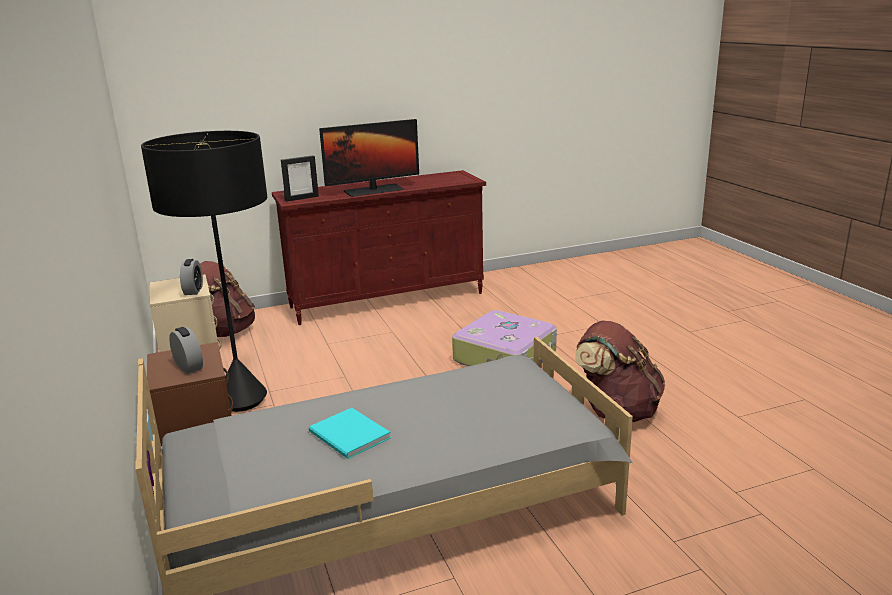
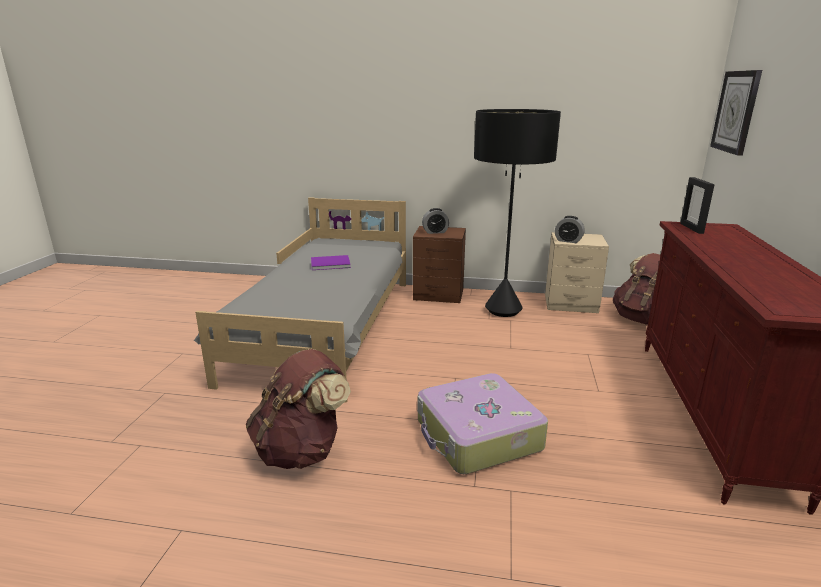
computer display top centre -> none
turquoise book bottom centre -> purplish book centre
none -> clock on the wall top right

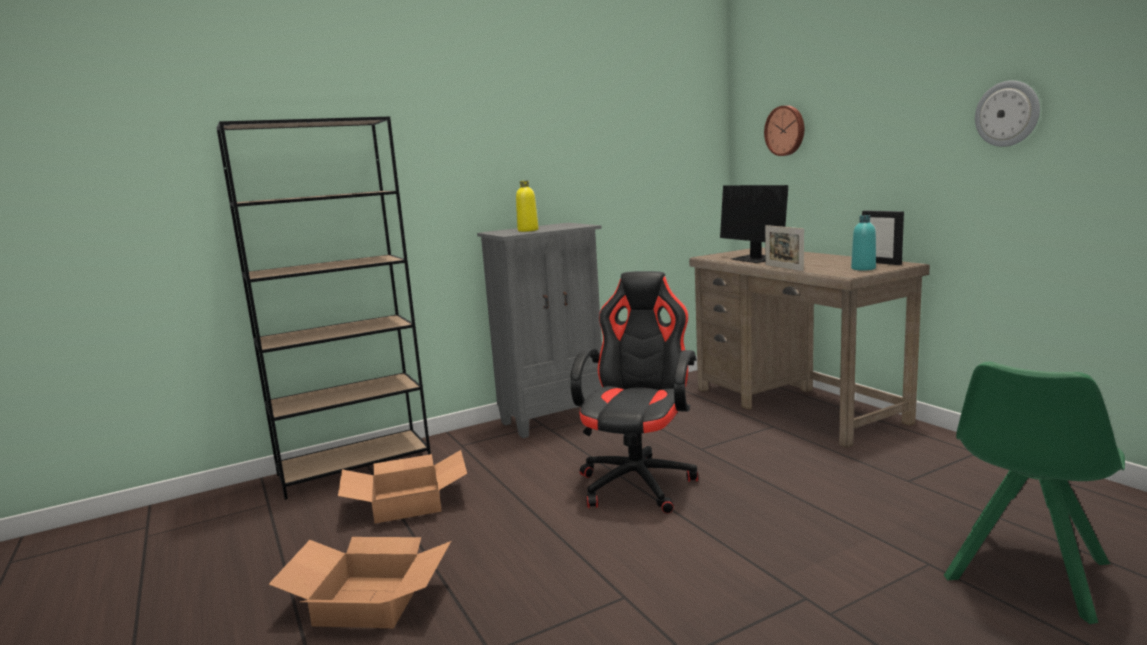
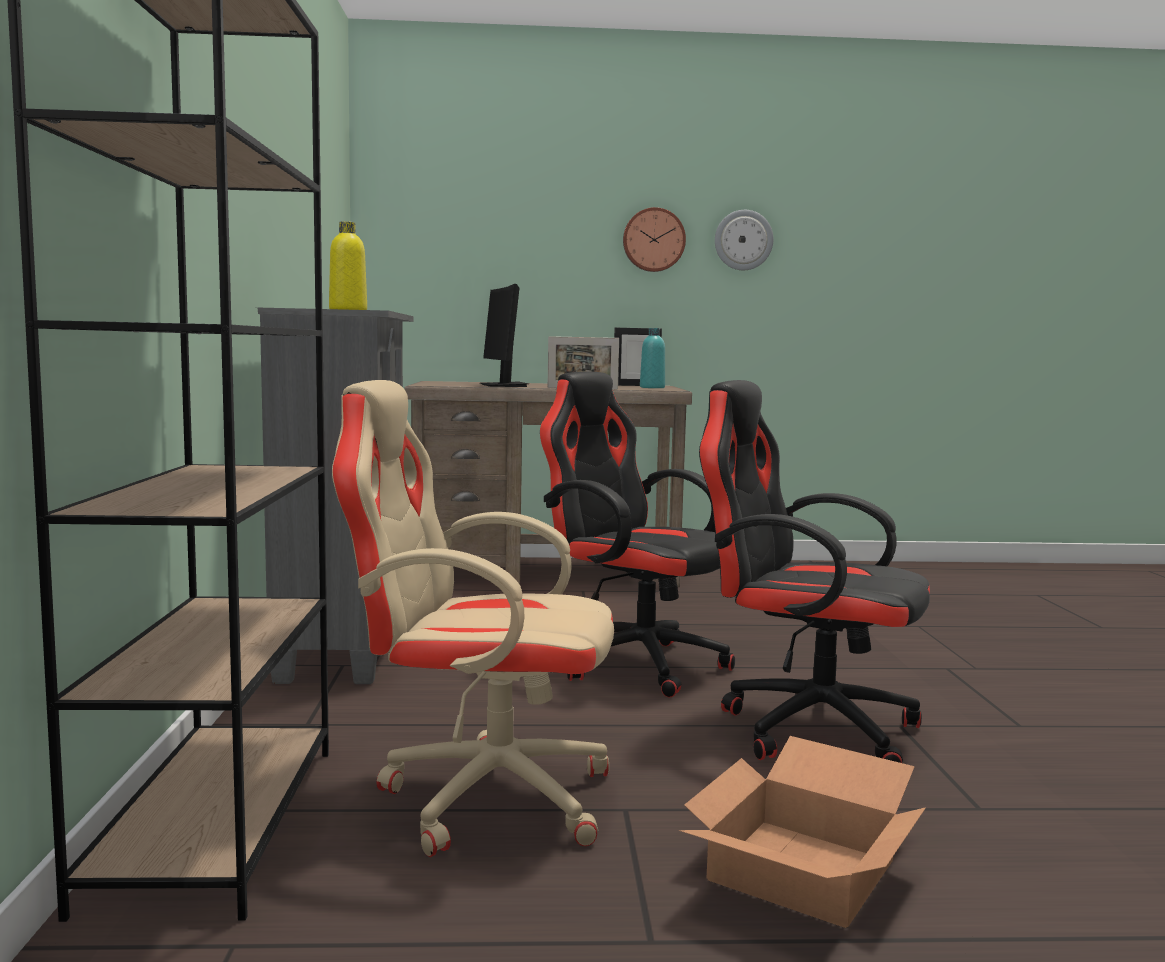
clock on the wall (no. 1 from left) top right -> clock on the wall (no. 1 from left) top centre, relocated
computer display centre, 75 degrees clockwise
greenish upright chair bottom right -> none
cardboard box (no. 2 from left) bottom centre -> sand-coloured desk chair centre
none -> blackish desk chair (no. 2 from left) middle right

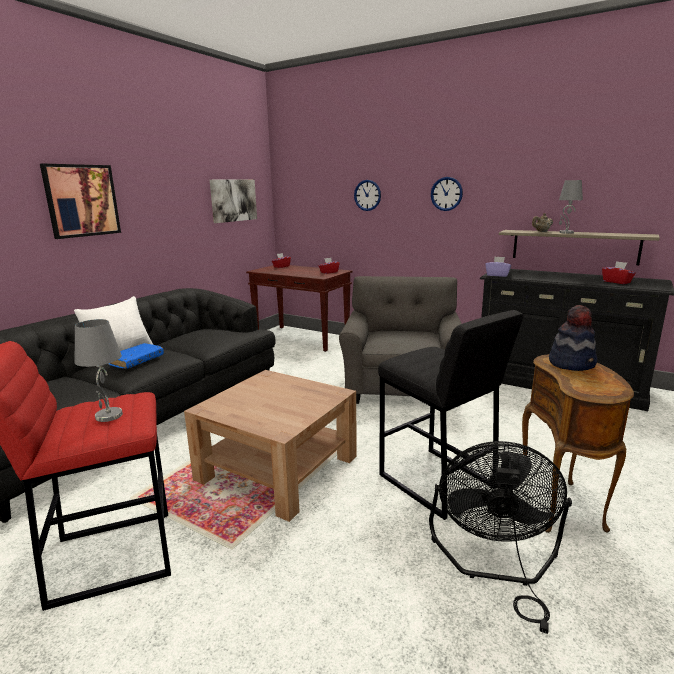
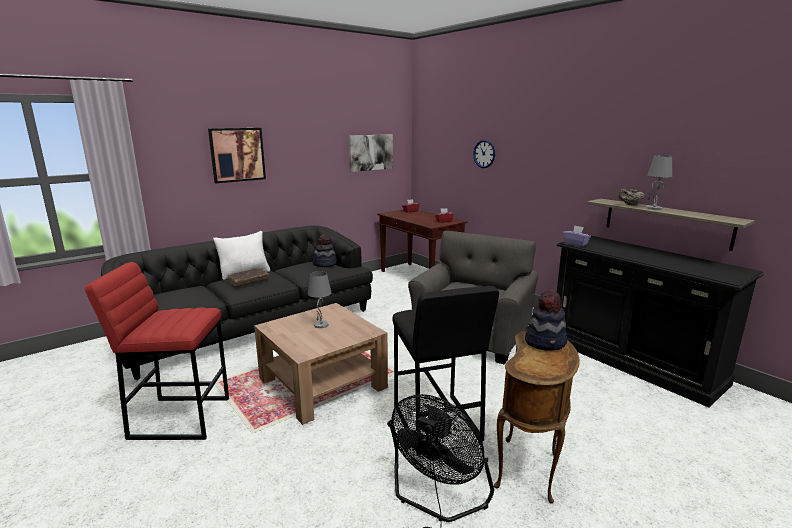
clock on the wall (no. 2 from left) top centre -> none
reddish tissue holder (no. 3 from left) middle right -> none
gray tabletop lamp (no. 1 from left) middle left -> gray tabletop lamp (no. 1 from left) centre, relocated
blue-coloured book middle left -> brown book middle left
none -> clothing hat (no. 1 from left) centre

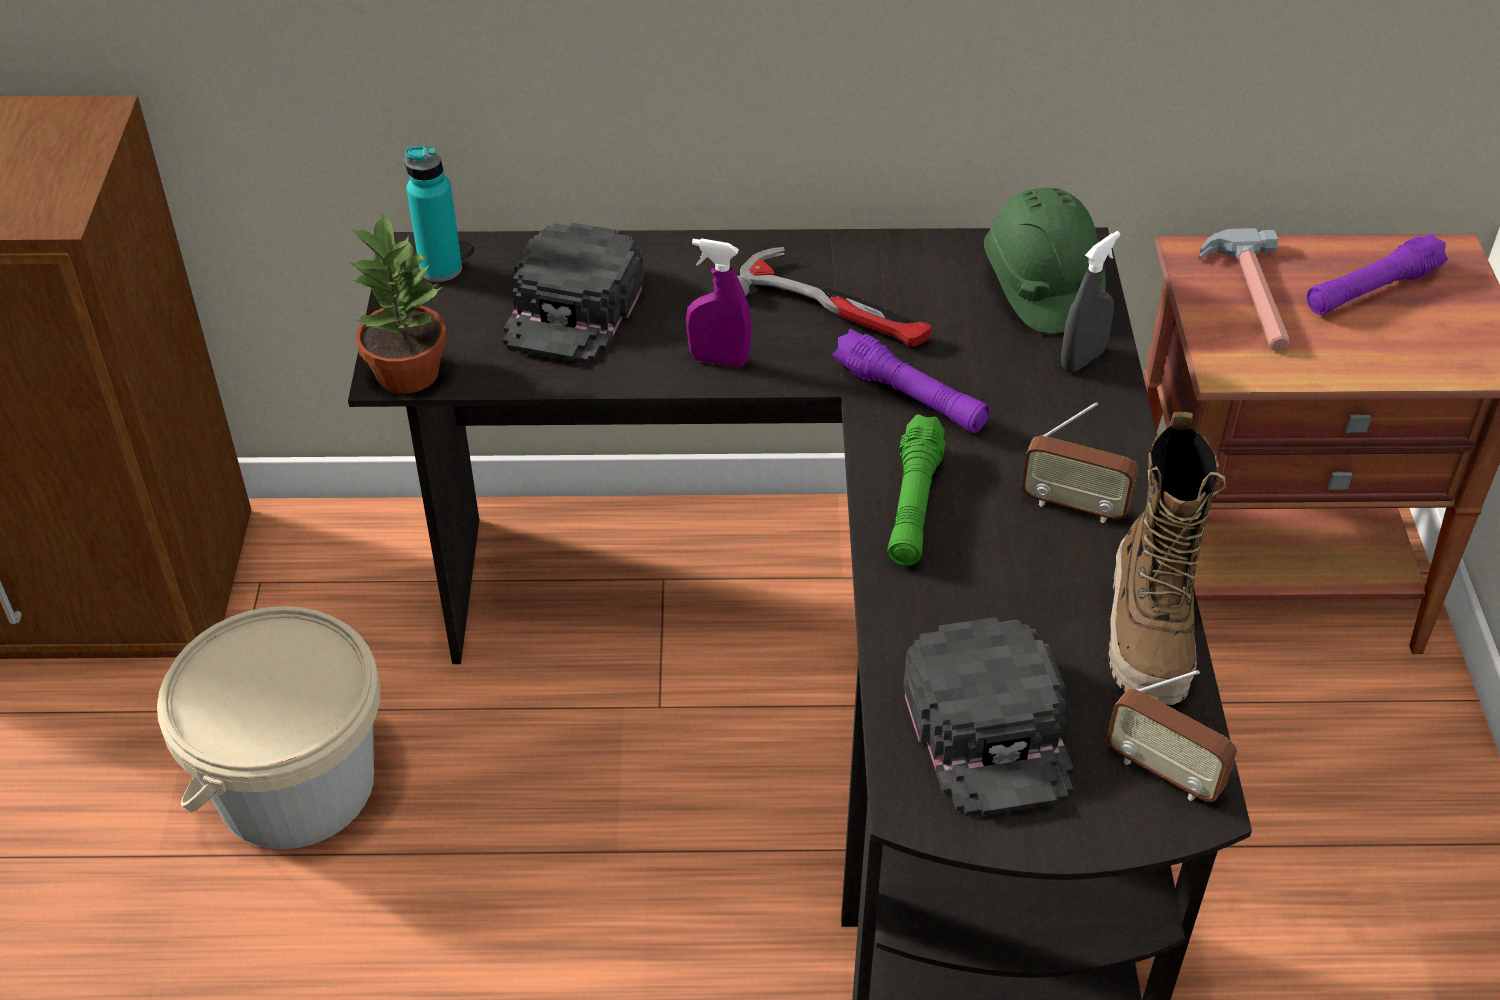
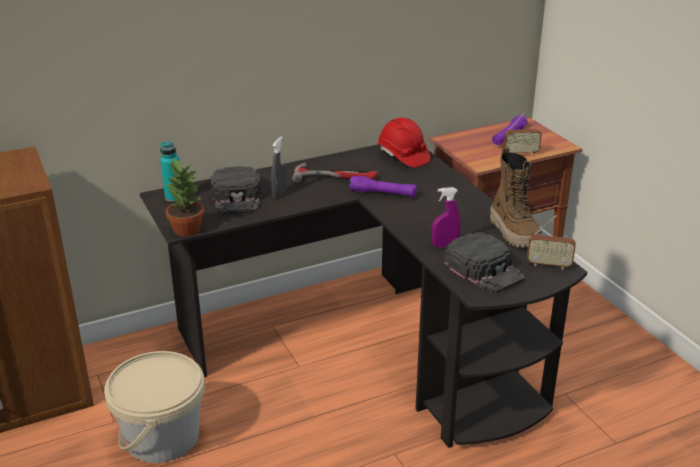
greenish hard hat top right -> reddish hard hat top centre
tool hammer (no. 2 from left) top right -> none
gray sprayer top right -> gray sprayer centre, relocated
purplish sprayer top centre -> purplish sprayer centre, relocated
radio set (no. 1 from left) middle right -> radio set (no. 1 from left) top right, relocated
greenish hand torch centre -> none

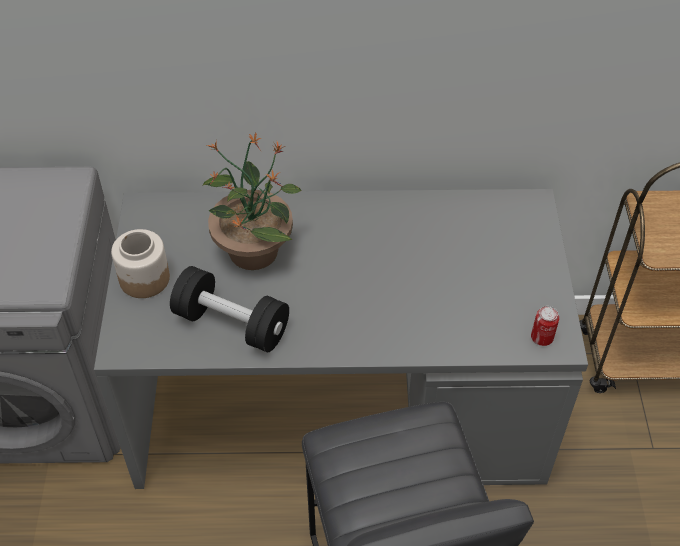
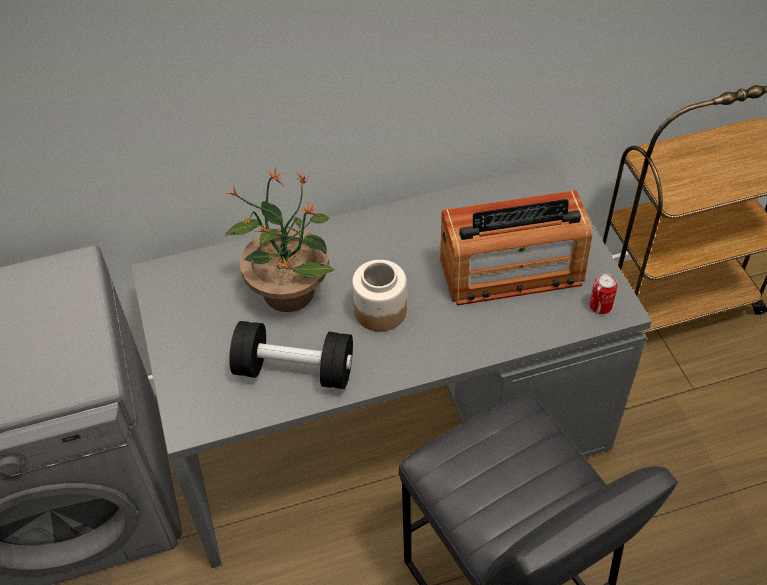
storage jar middle left -> storage jar centre, relocated
none -> radio set middle right

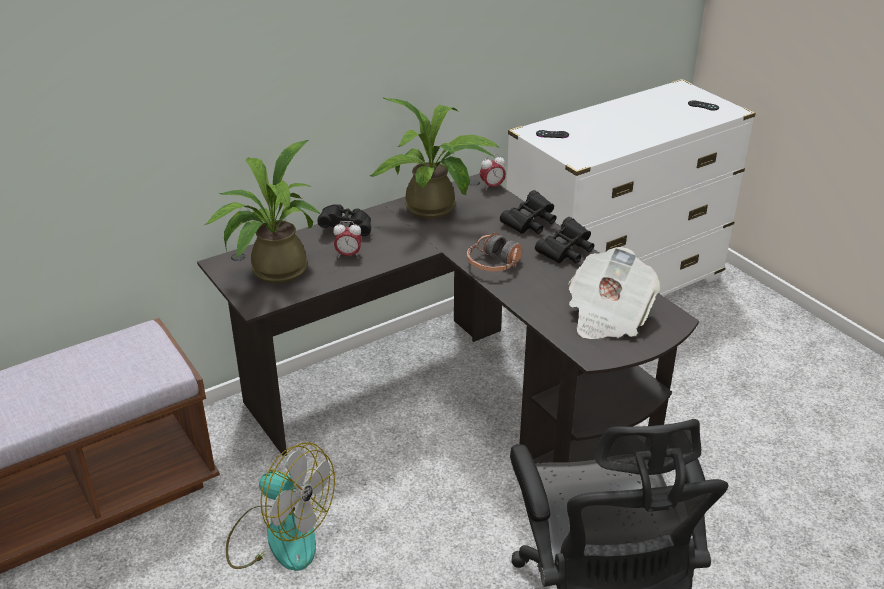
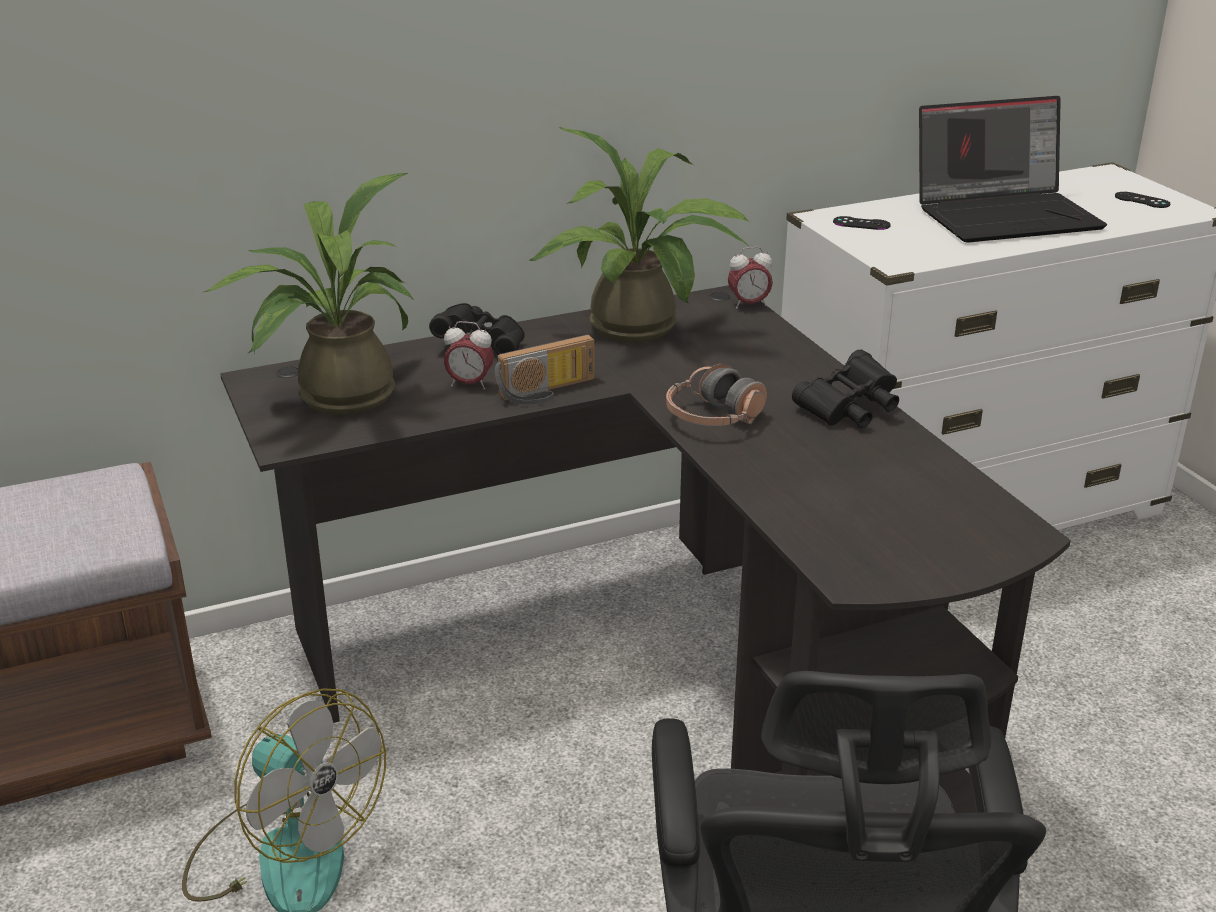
blackish pair of binoculars (no. 2 from left) centre -> none
daily paper middle right -> none
none -> notebook computer top right
none -> radio set centre

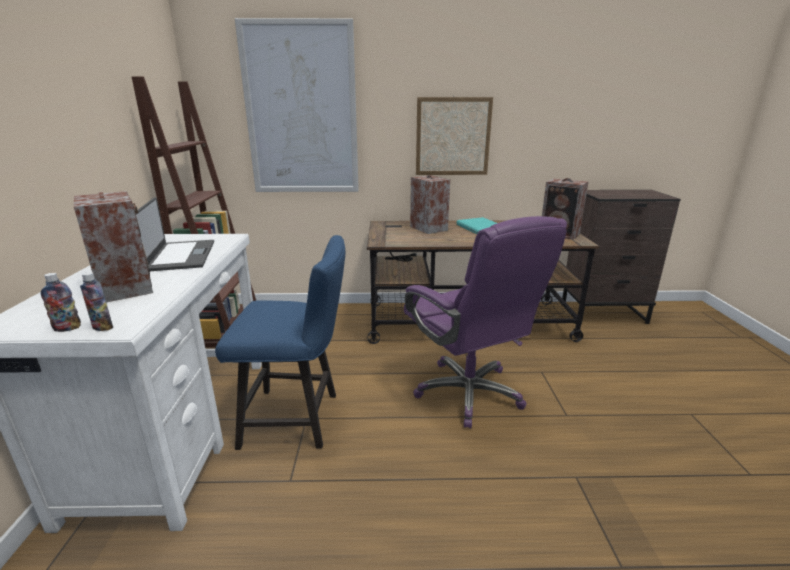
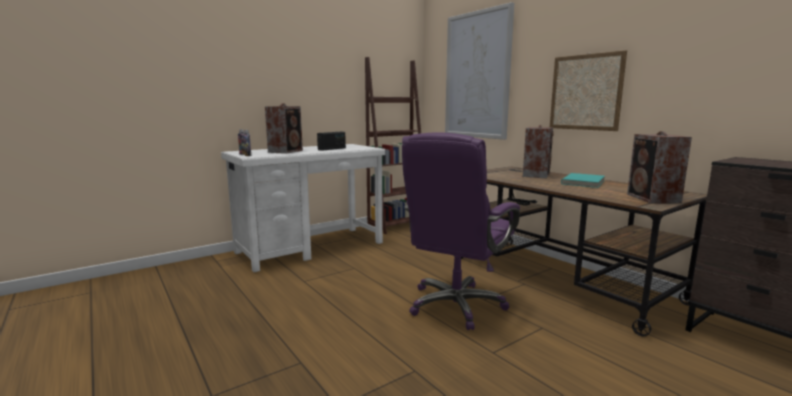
notebook computer middle left -> radio set centre
blue-coloured upright chair centre -> none

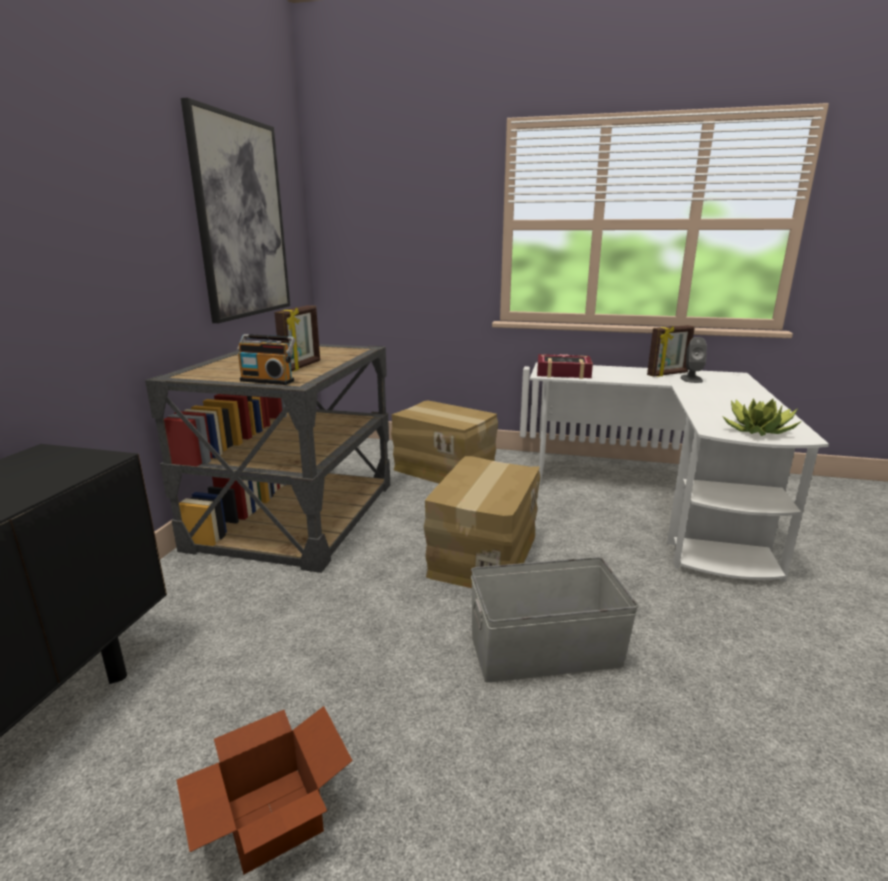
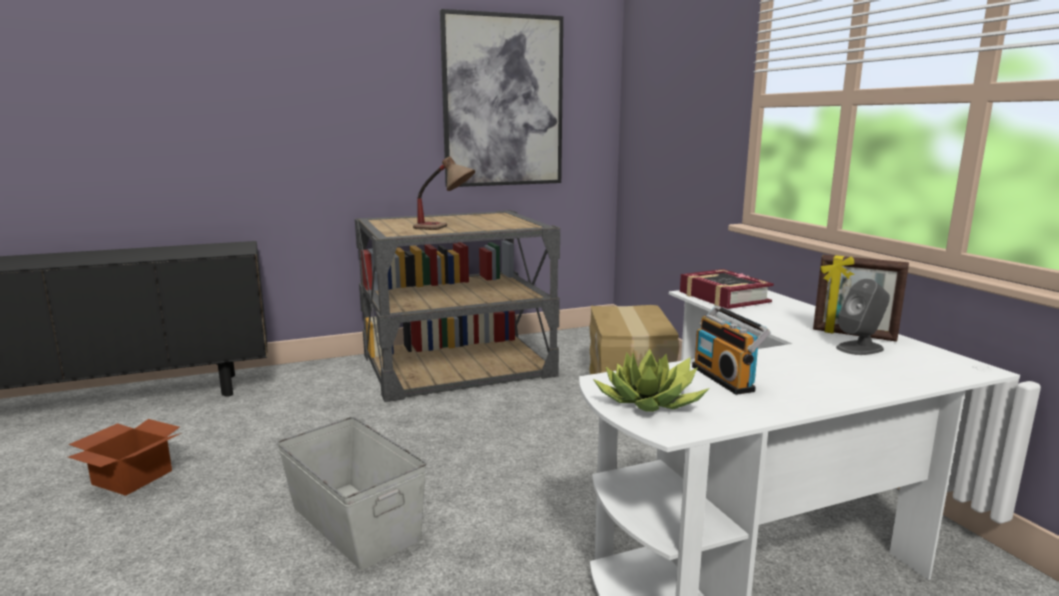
photo frame (no. 1 from left) centre -> tabletop lamp top centre
radio set middle left -> radio set middle right, relocated
cardboard box (no. 3 from left) centre -> none

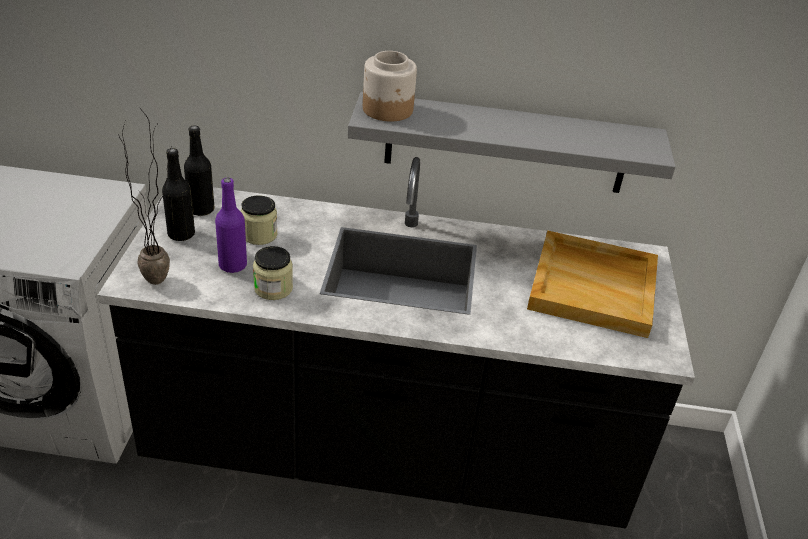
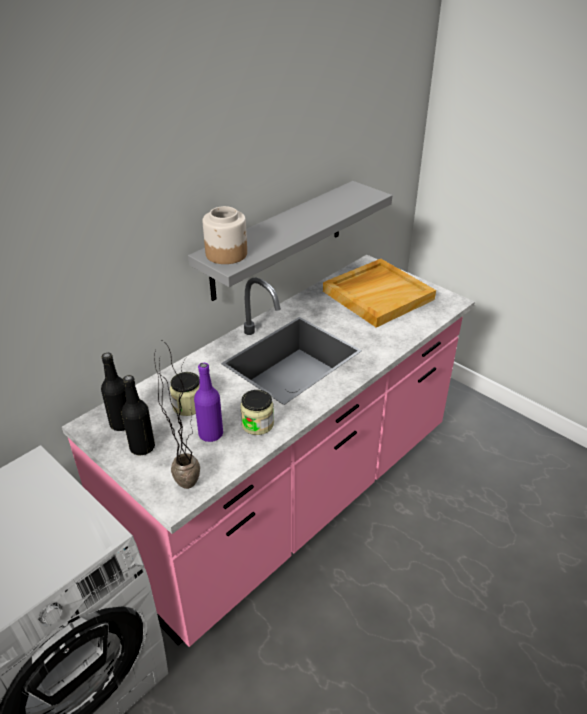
blackish counter centre -> pinkish counter centre

